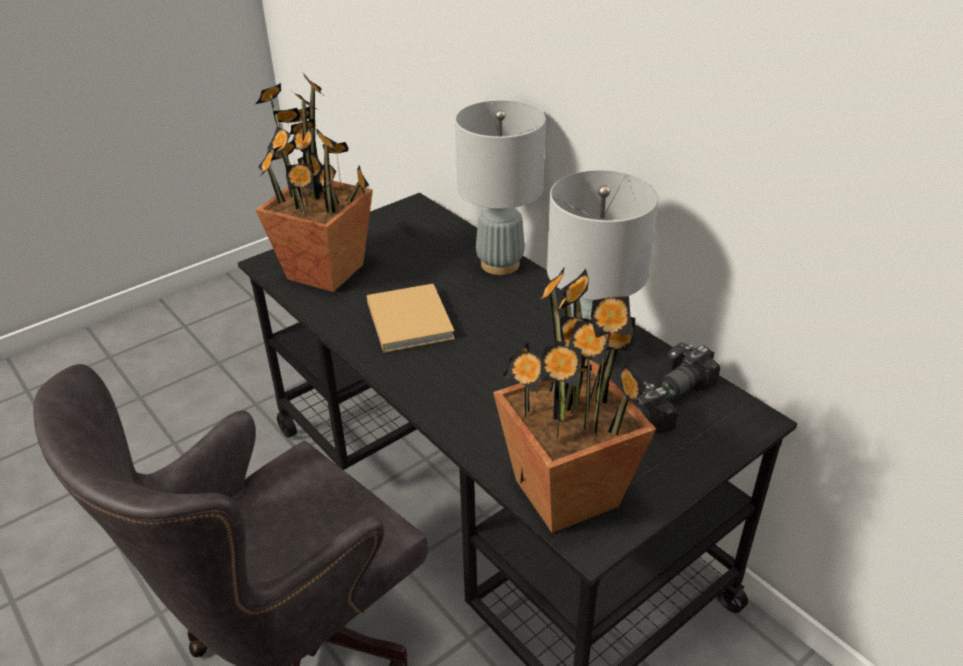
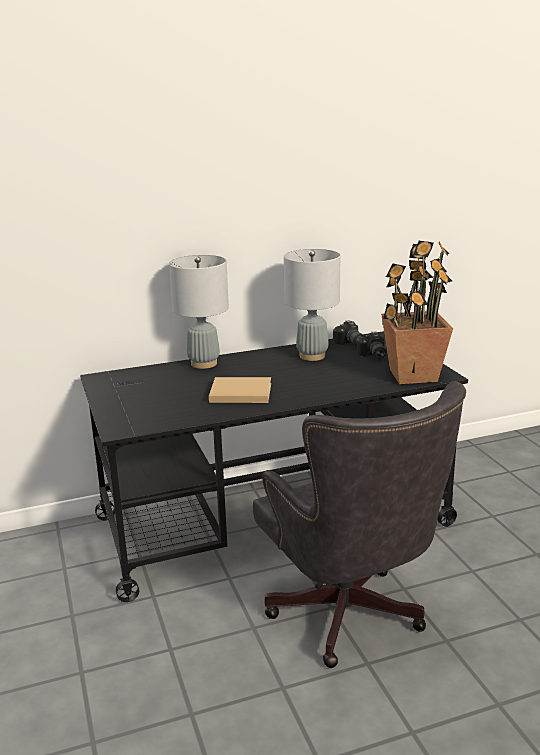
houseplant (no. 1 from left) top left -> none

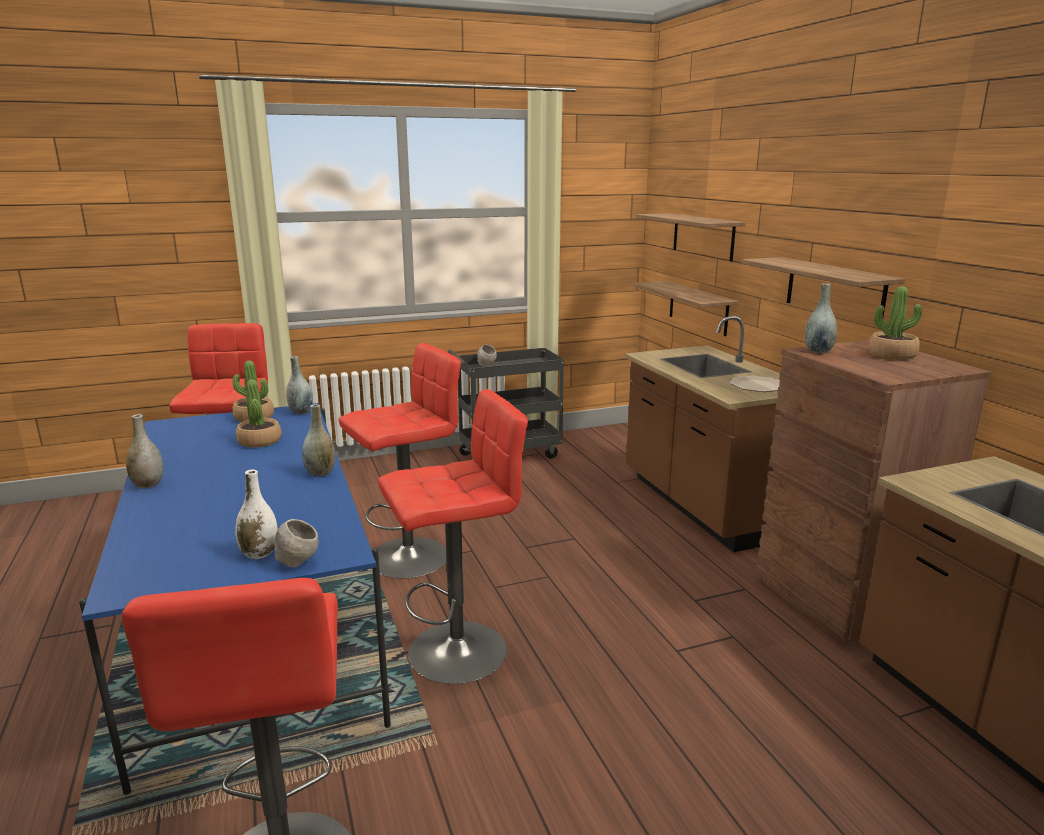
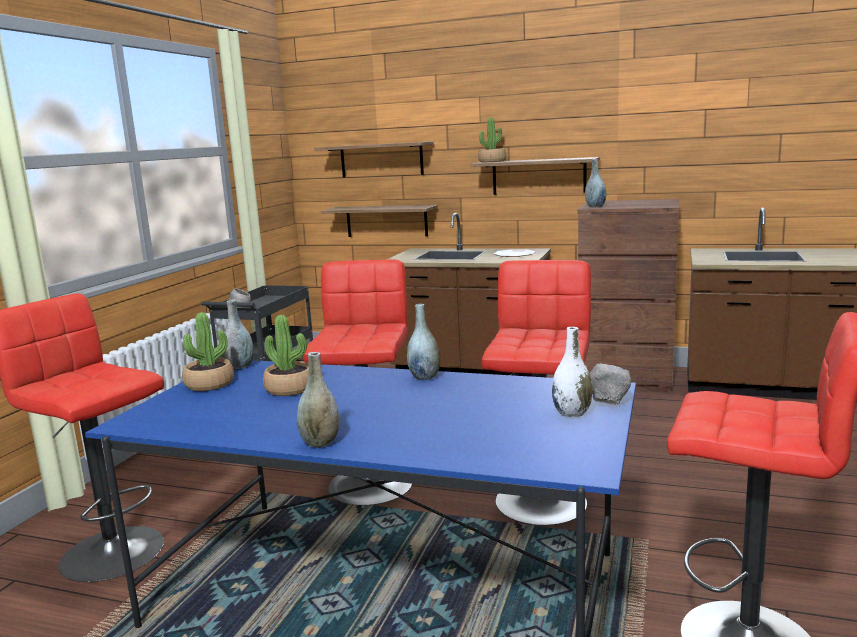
houseplant (no. 3 from left) middle right -> houseplant (no. 3 from left) top centre, relocated

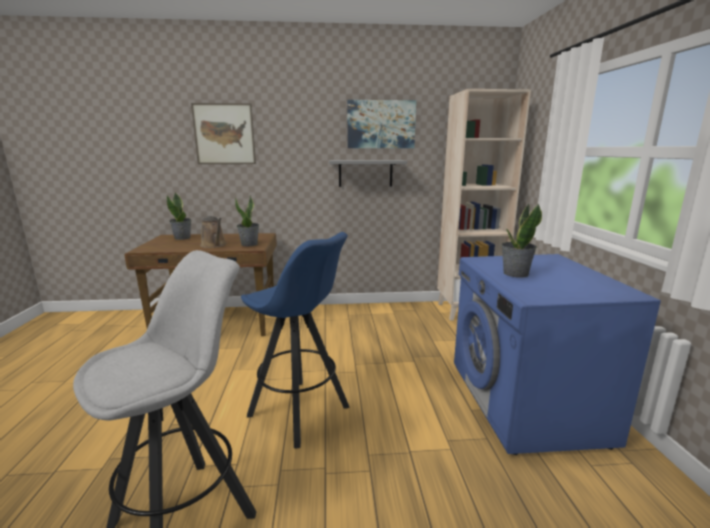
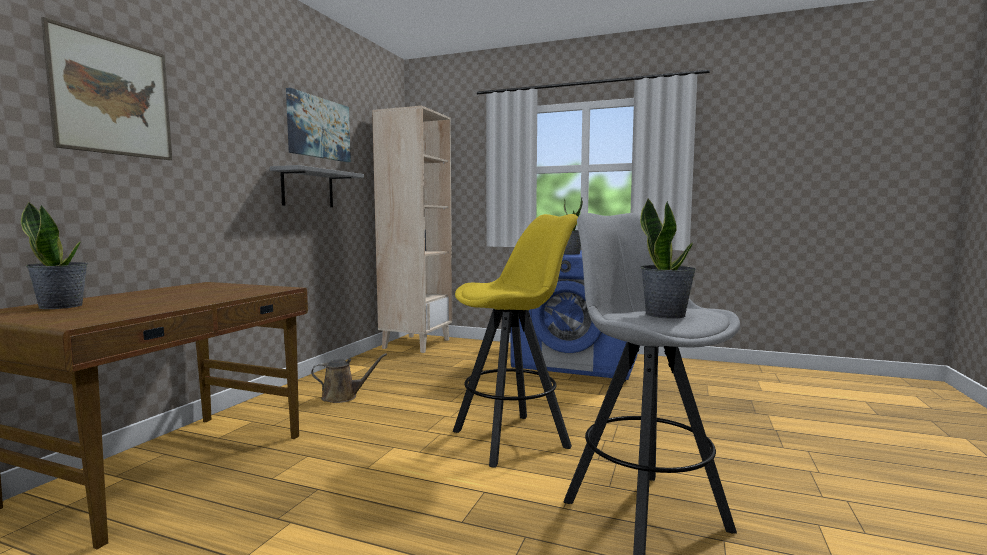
houseplant (no. 2 from left in the first image) centre -> houseplant (no. 3 from left) middle right, relocated
brown sprinkling can middle left -> brown sprinkling can bottom centre, relocated
blue-coloured stool centre -> yellow-coloured stool centre

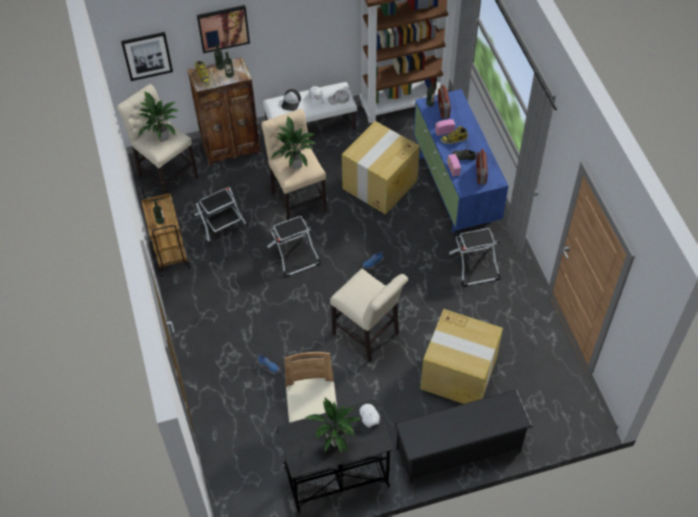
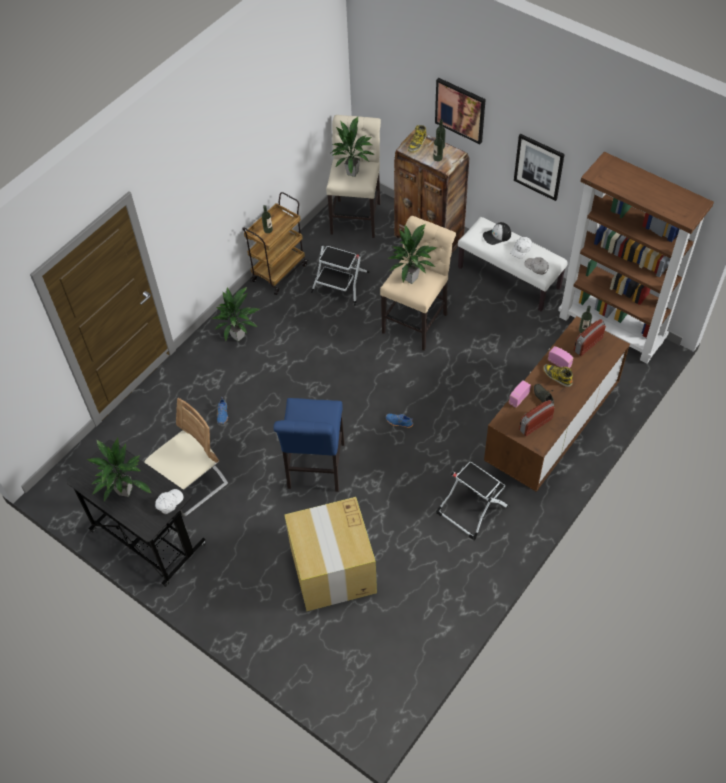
wall art (no. 1 from left in the first image) top left -> wall art (no. 2 from left) top right, relocated
blue-coloured chest of drawers top centre -> brown chest of drawers middle right
cardboard box (no. 1 from left) top centre -> none
step stool (no. 2 from left) centre -> none
sand-coloured stool (no. 3 from left) centre -> blue-coloured stool centre
blackish shoe stand bottom centre -> none
none -> houseplant (no. 2 from left) middle left

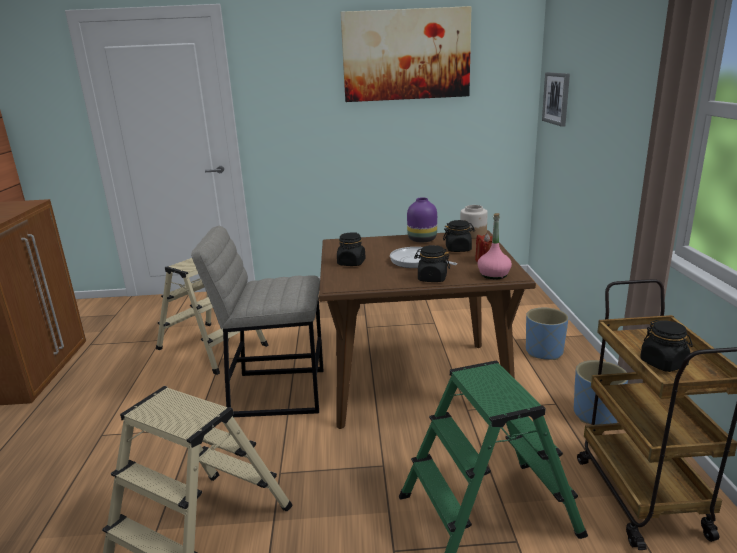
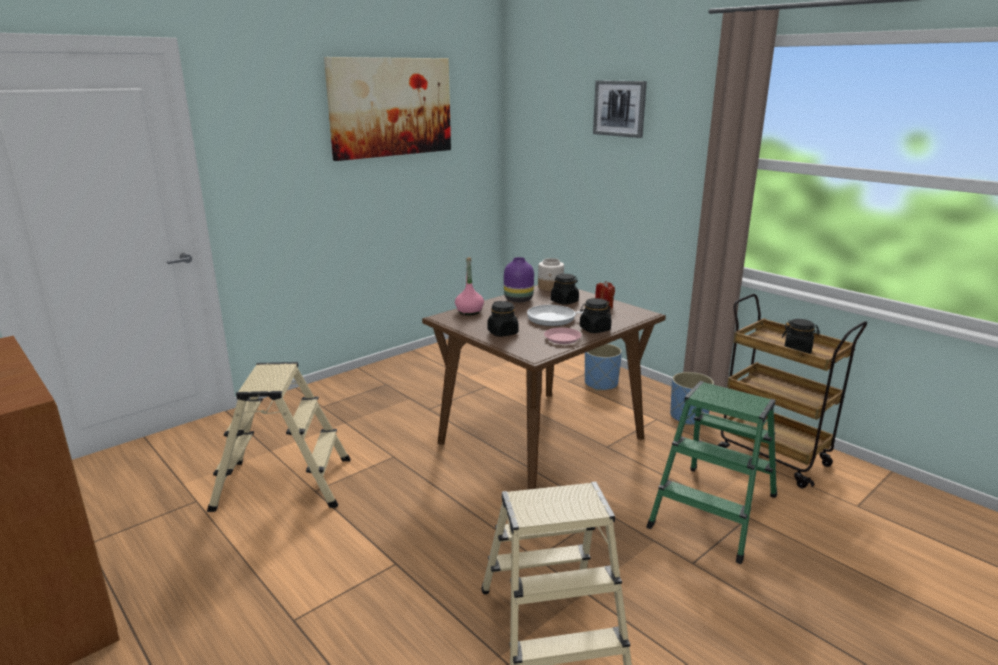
wall art (no. 2 from left) top right -> wall art (no. 2 from left) top centre, relocated
pinkish bottle middle right -> pinkish bottle centre, relocated
gray upright chair centre -> none
none -> pinkish dinner plate centre

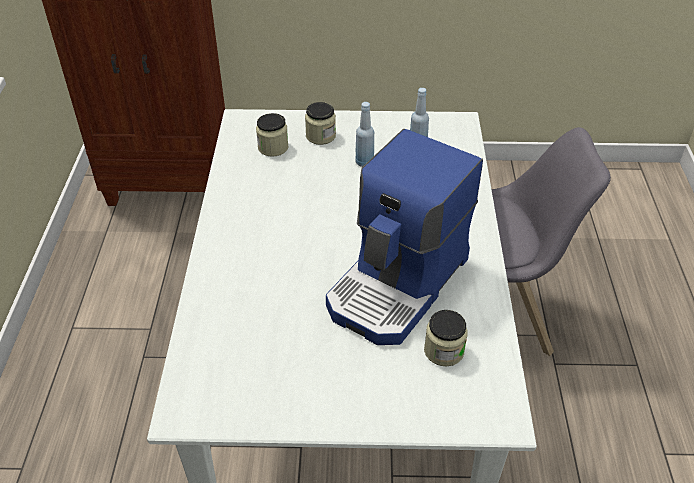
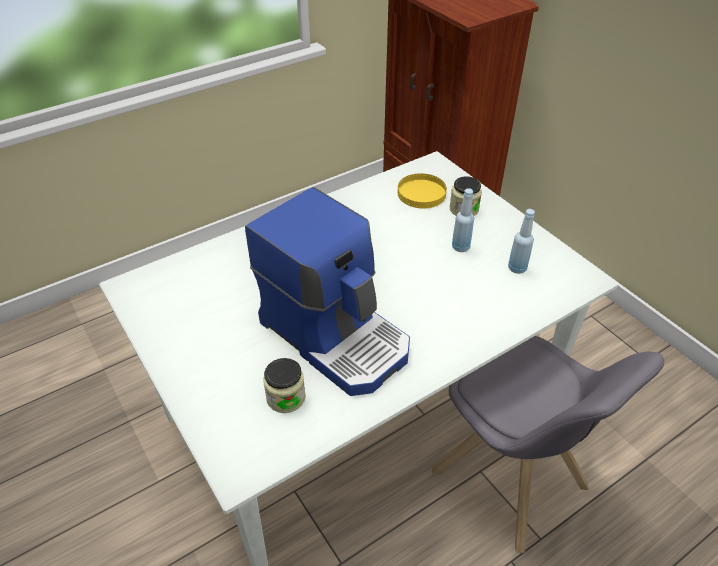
storage jar (no. 1 from left) top centre -> yellow-coloured dinner plate centre
coffee maker centre, 135 degrees counterclockwise

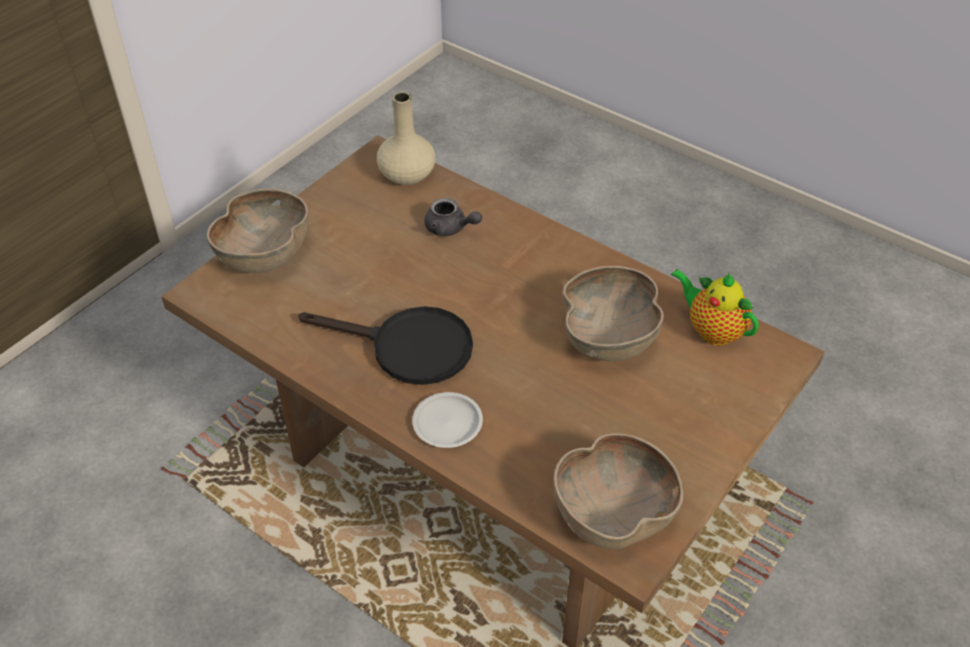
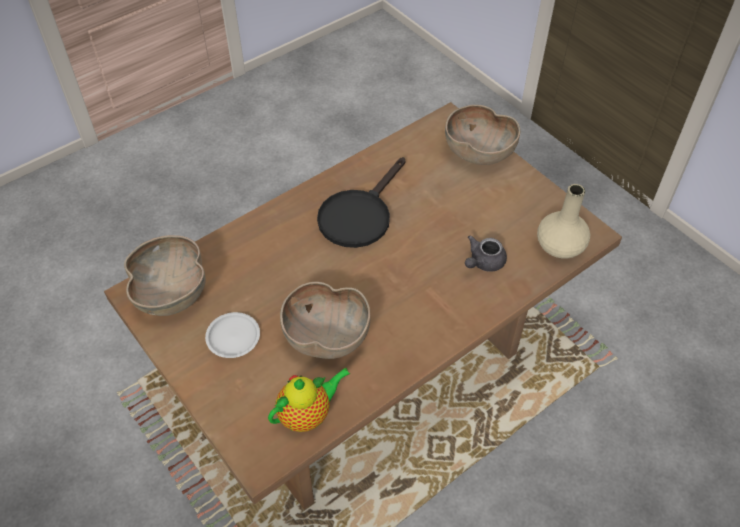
white dinner plate centre -> white dinner plate middle left, relocated

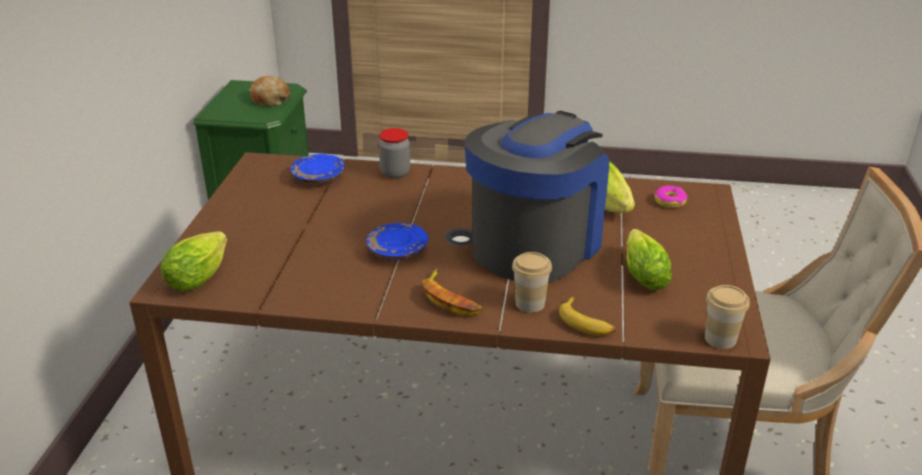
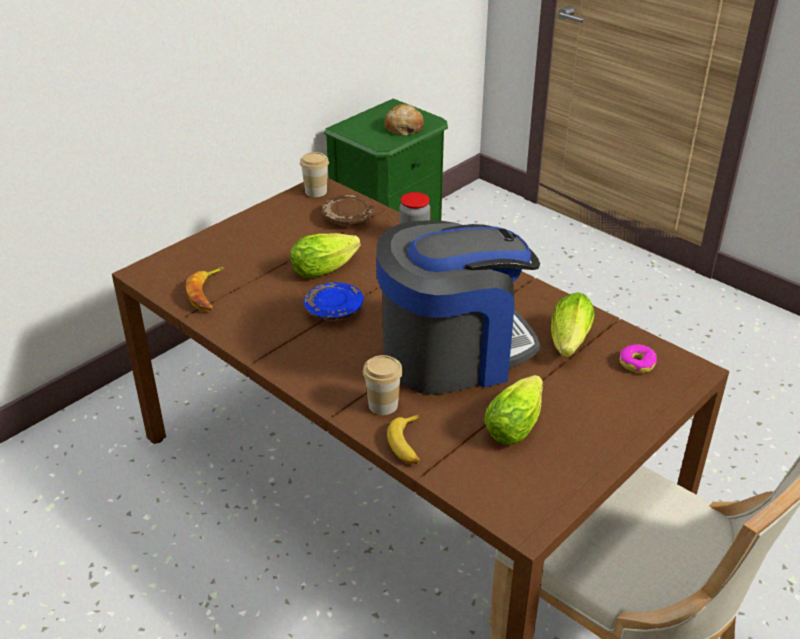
blue-coloured dinner plate (no. 1 from left) centre -> brown dinner plate top centre
lettuce head (no. 1 from left) middle left -> lettuce head (no. 1 from left) centre, relocated
whole banana (no. 1 from left) centre -> whole banana (no. 1 from left) middle left, relocated
small cup (no. 2 from left in the first image) bottom right -> small cup (no. 1 from left) top centre, relocated

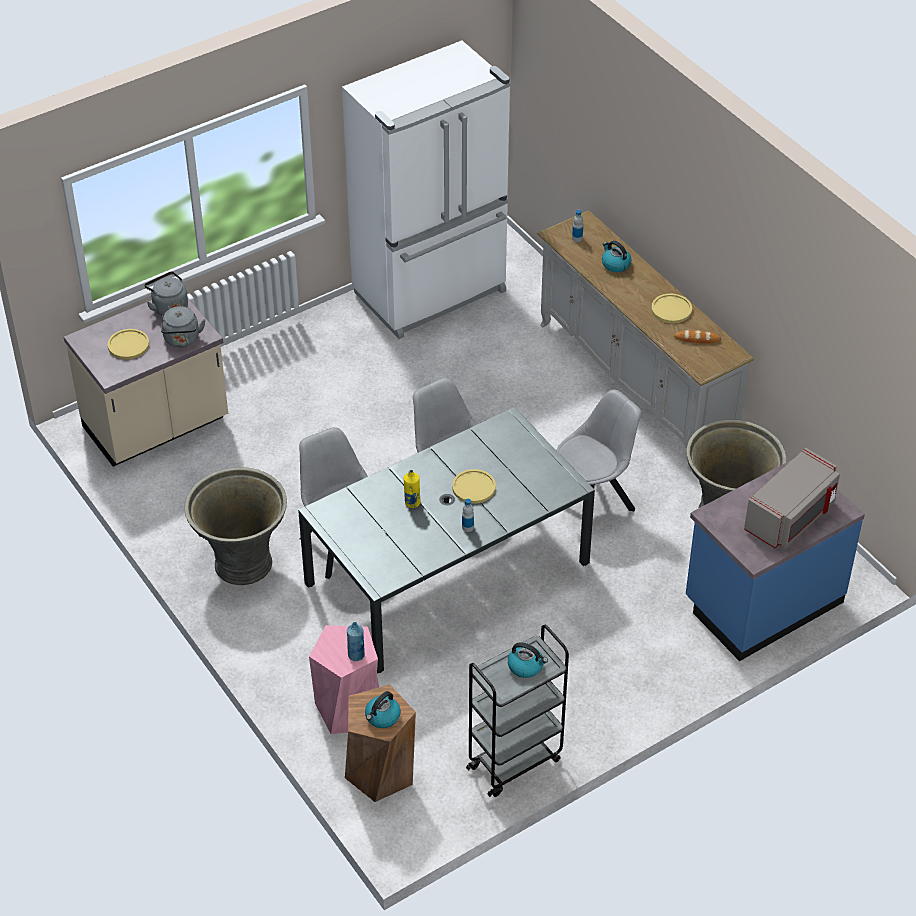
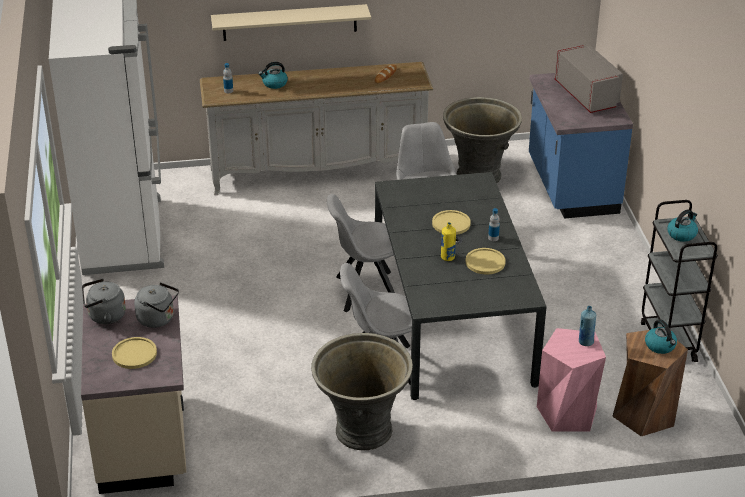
yellow-coloured dinner plate (no. 3 from left) middle right -> yellow-coloured dinner plate (no. 3 from left) centre, relocated
none -> sand-coloured bracket shelf top centre

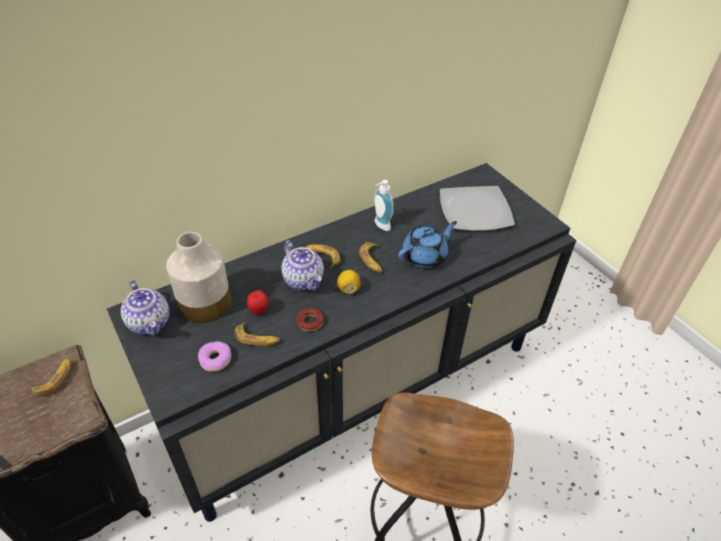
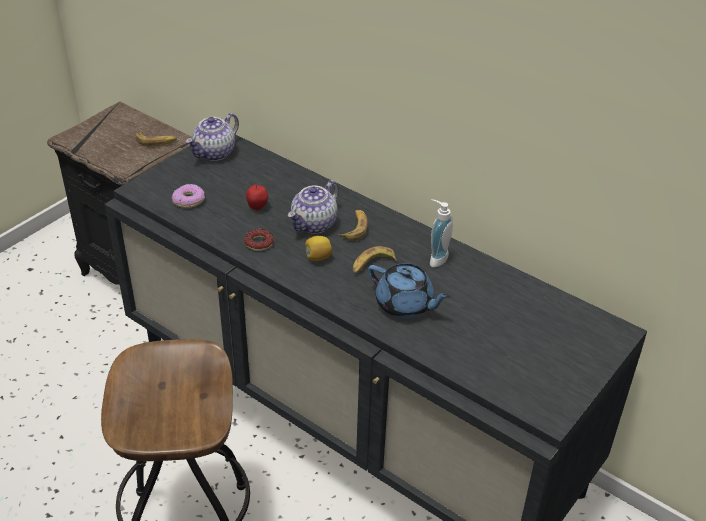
dinner plate centre -> none
sand-coloured flower vase middle left -> none
whole banana (no. 2 from left) centre -> none

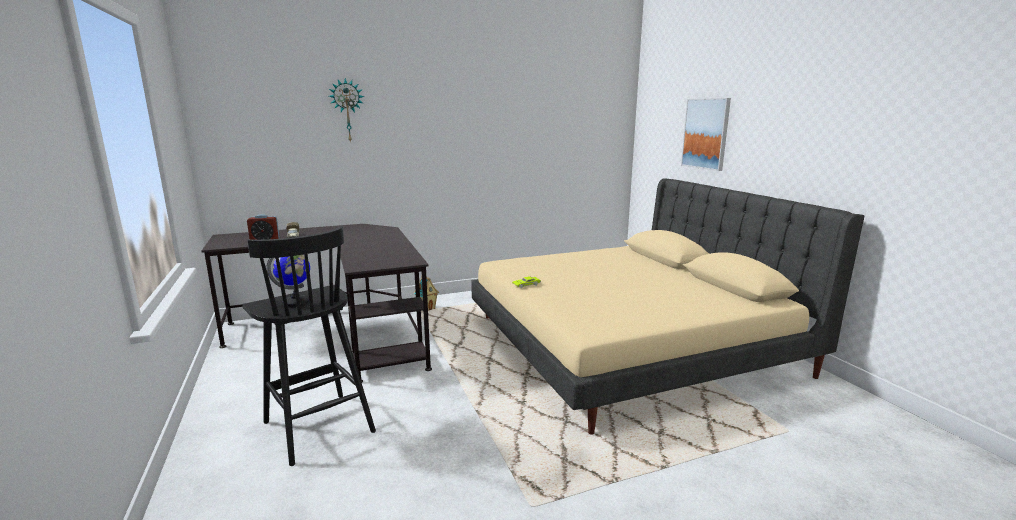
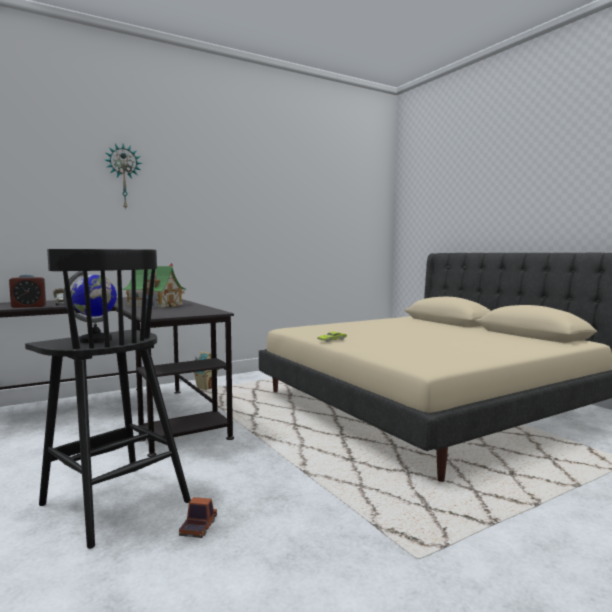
wall art top right -> none
none -> miniature house (no. 1 from left) middle left
none -> toy truck (no. 2 from left) bottom left

